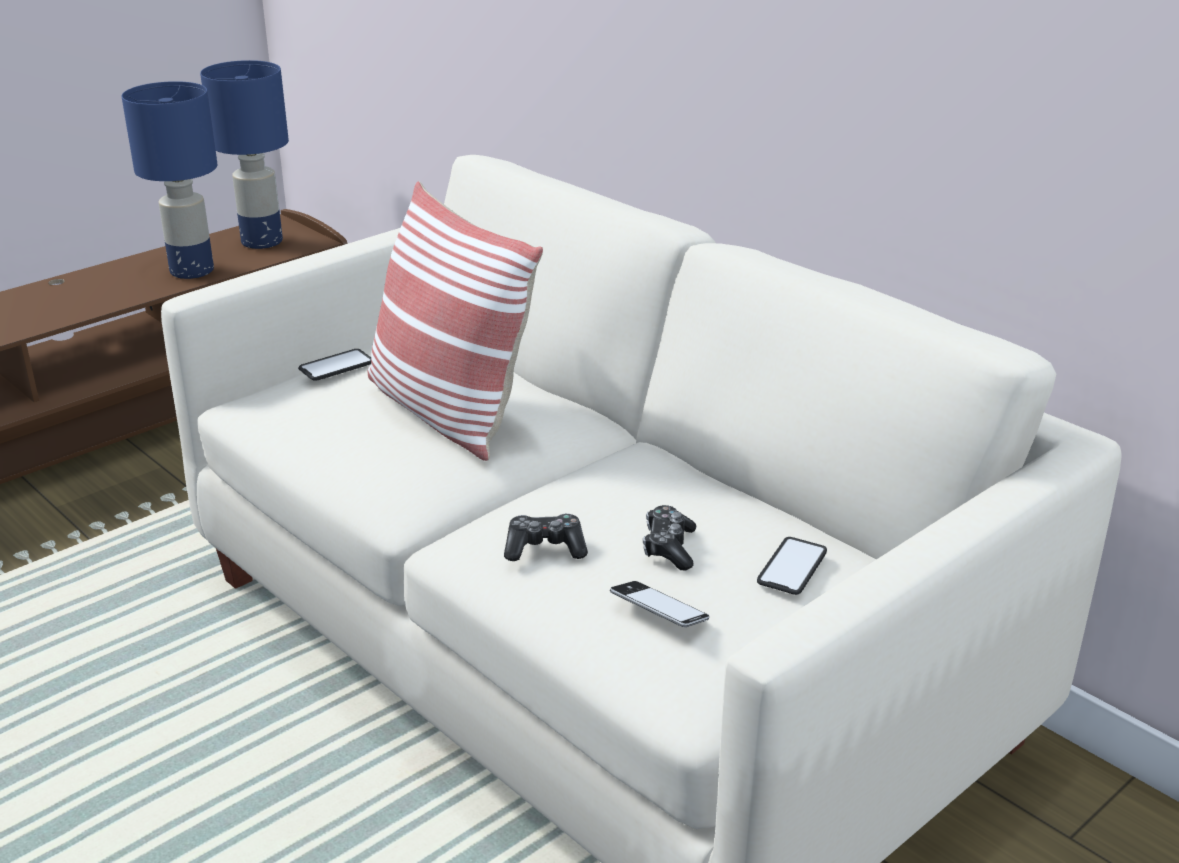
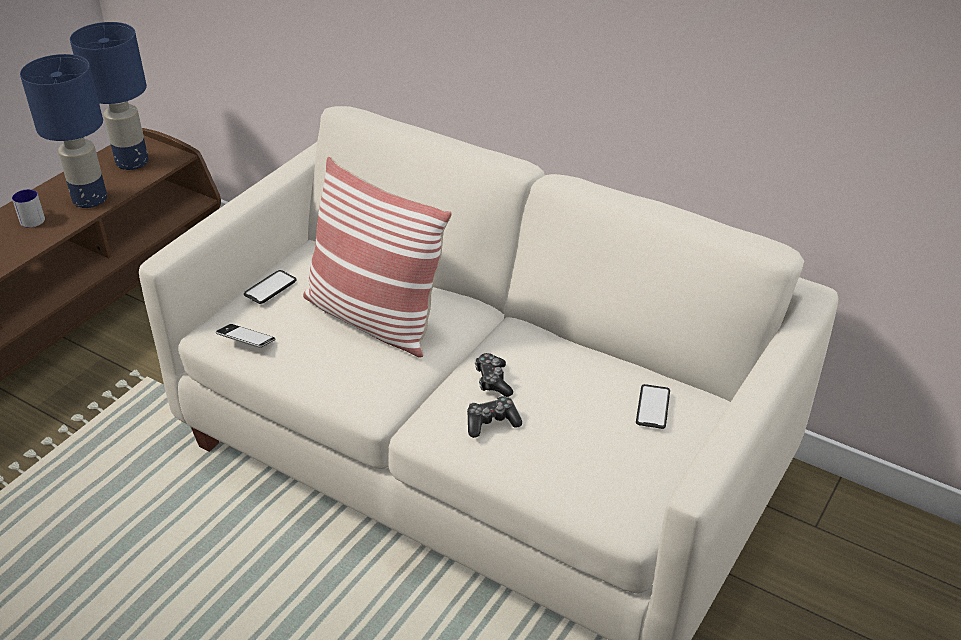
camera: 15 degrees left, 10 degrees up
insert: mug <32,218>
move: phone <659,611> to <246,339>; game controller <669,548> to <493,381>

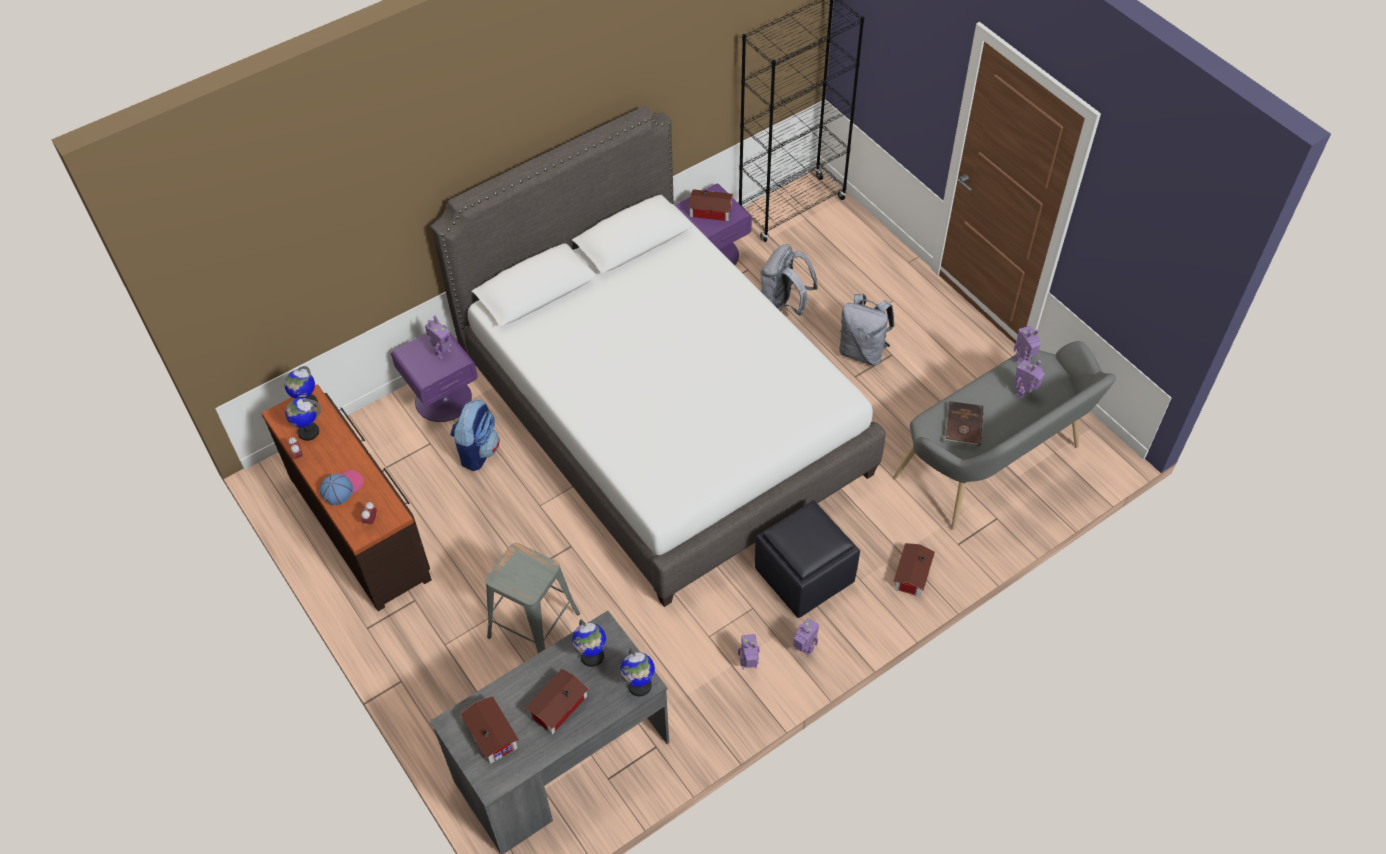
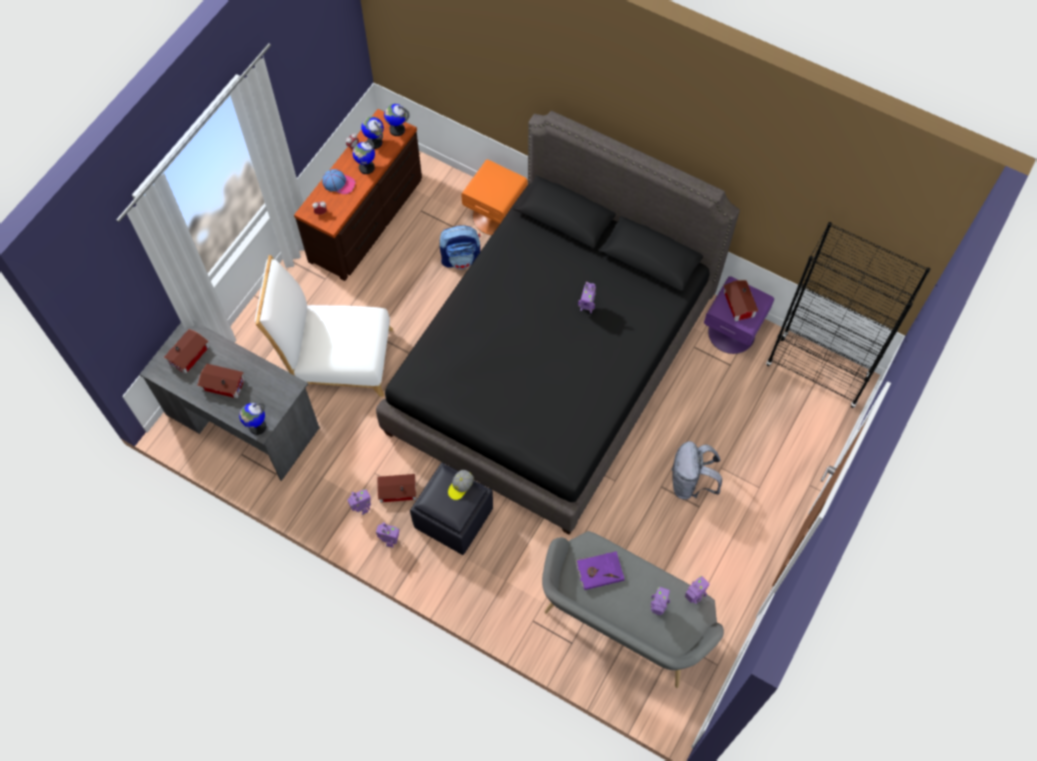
camera: 65 degrees right, 10 degrees up
delete: backpack in grey <783,306>
insert: cap <460,486>
move: toy robot <442,352> to <586,308>; globe <592,656> to <366,167>; toy house <910,575> to <396,490>
replace: stool in grey <533,625> to chair in white <336,358>
recolor: nightstand in purple <443,398> to nightstand in orange <495,216>; bed in white <663,417> to bed in black <551,364>; book in brown <962,425> to book in purple <599,570>

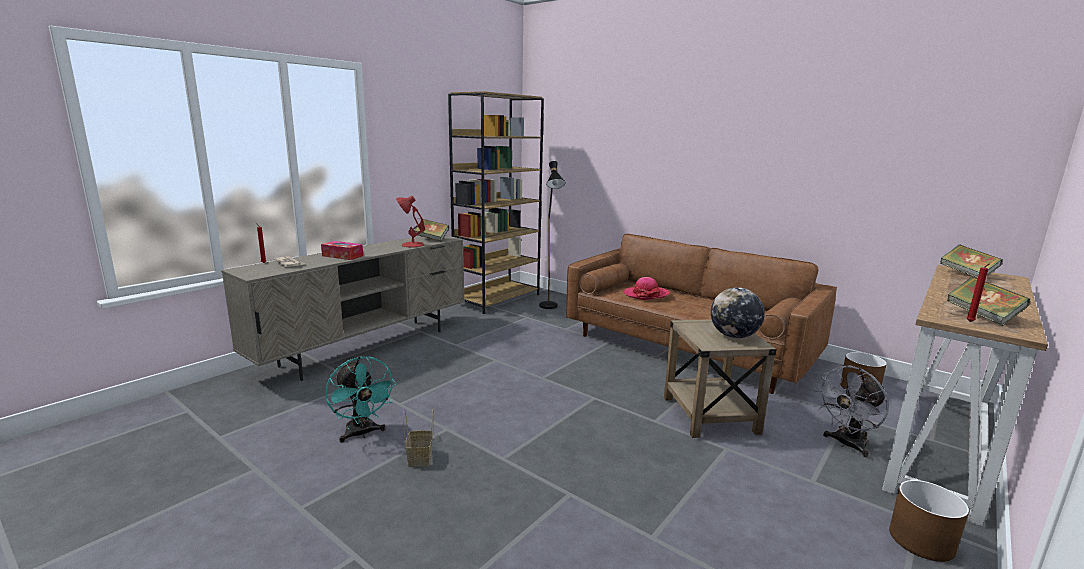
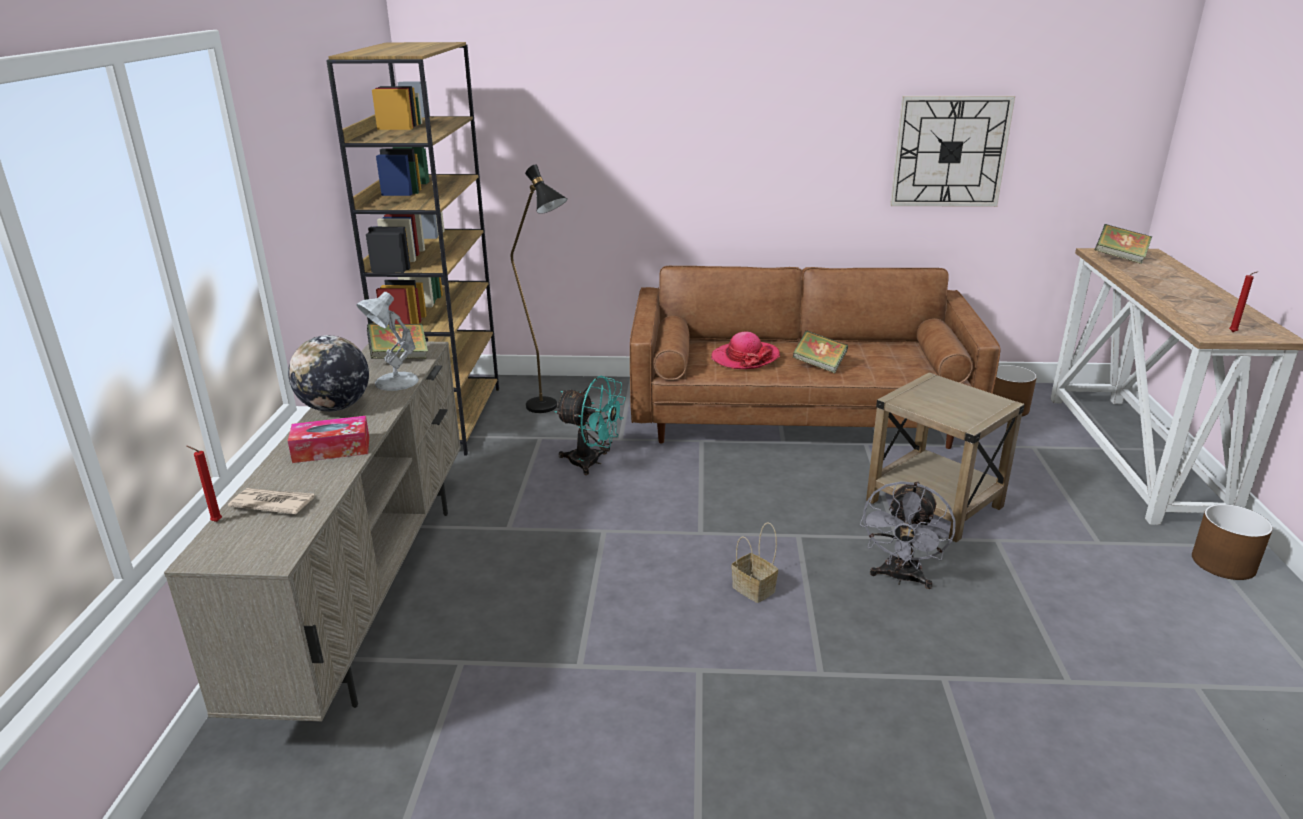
camera: 35 degrees left, 10 degrees up
insert: wall clock <950,151>
move: fan in turquoise <362,434> to <592,462>; basket <420,458> to <755,589>; globe <733,336> to <335,407>; fan in grey <846,444> to <901,578>; book <982,316> to <819,365>
recolor: table lamp in red <411,245> to table lamp in white <394,382>

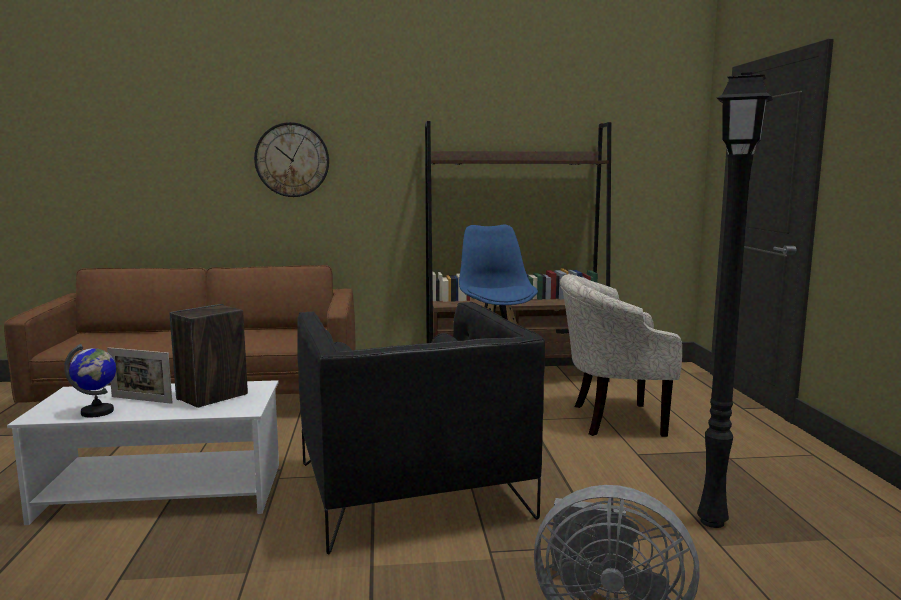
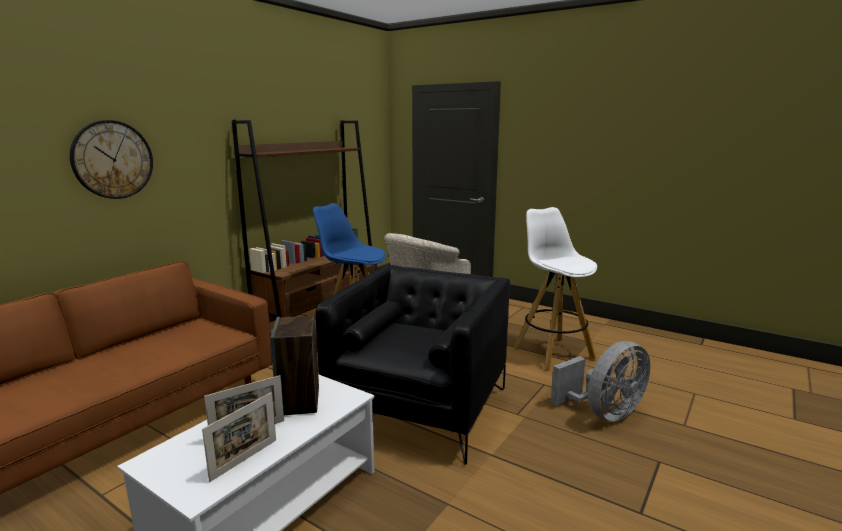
camera: 50 degrees left, 5 degrees up
replace: globe <97,412> to picture frame <244,459>; floor lamp in black <714,521> to stool in white <552,353>
rotate: armchair in black <411,490> = <420,407> 90 degrees counterclockwise

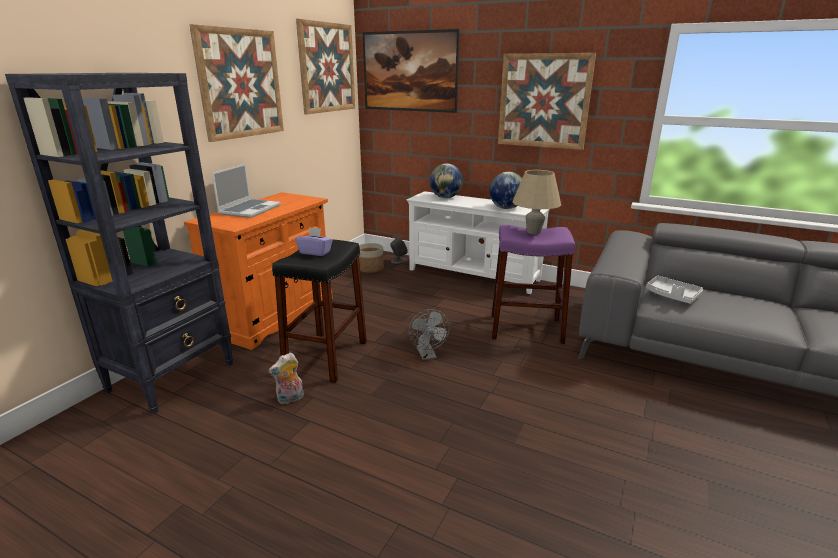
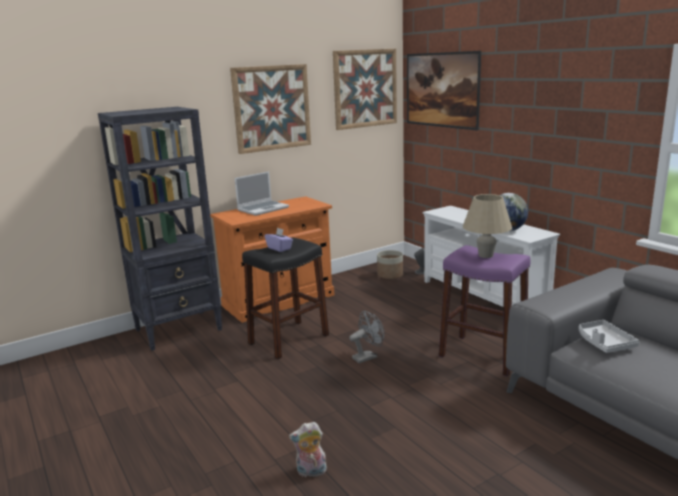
camera: 30 degrees right, 5 degrees down
delete: globe <446,197>; picture <544,101>
move: plush toy <290,399> to <310,472>
rotate: fan in grey <427,355> = <367,356> 135 degrees counterclockwise

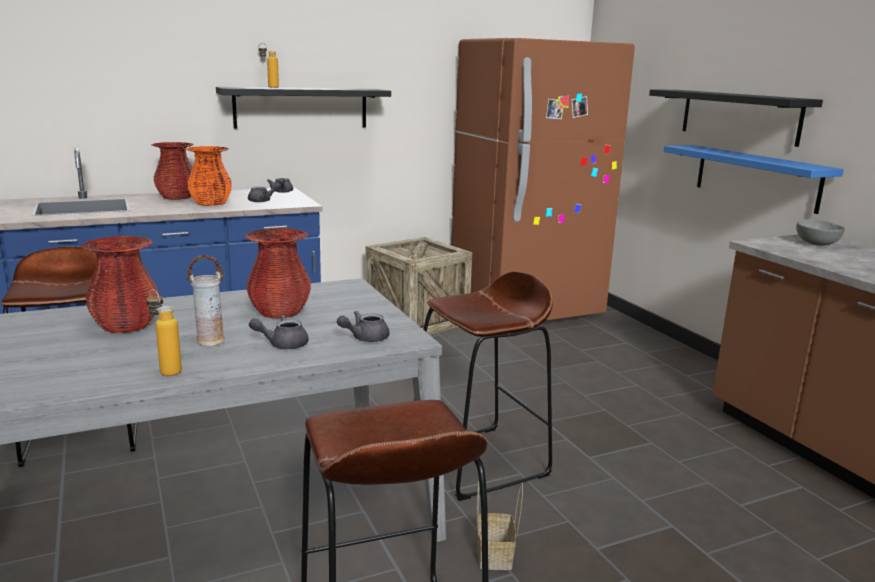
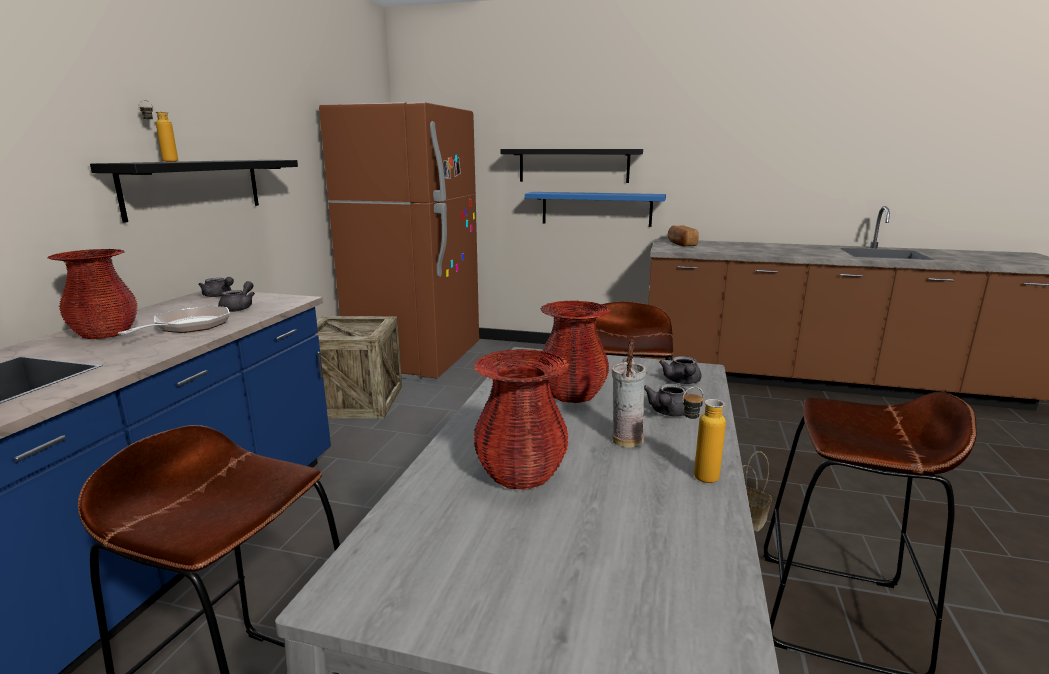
camera: 50 degrees left, 0 degrees up
replace: vase in orange <210,203> to frying pan <188,326>; bowl in grey <817,244> to bread <681,244>

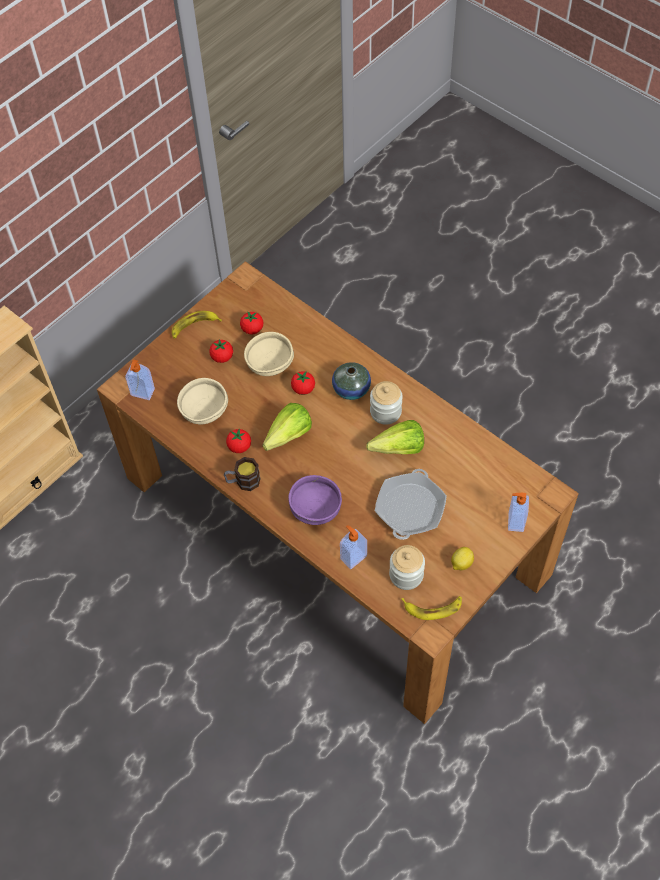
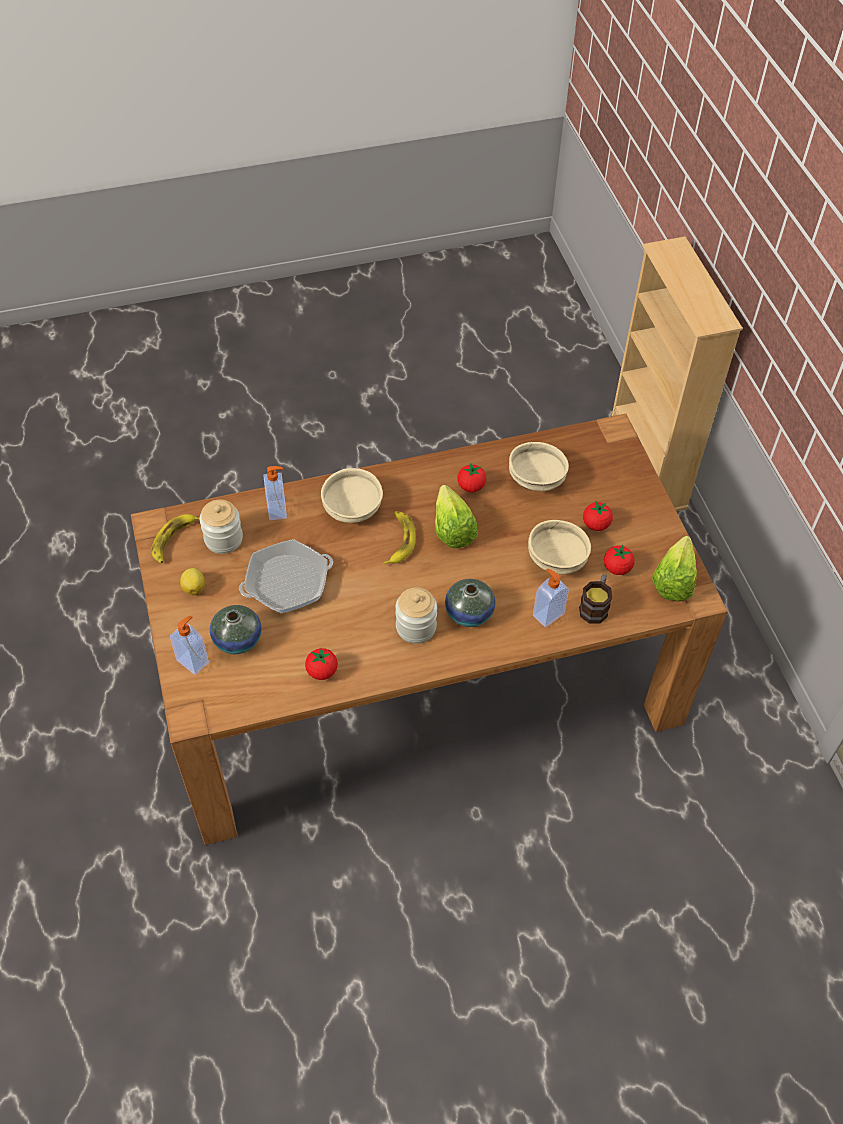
camera: 120 degrees right, 5 degrees down
insert: vase <237,640>
move: soap dispenser <142,393> to <547,614>; banana <194,326> to <399,540>; mug <243,481> to <595,606>; tomato <303,389> to <322,671>; lettuce <394,449> to <676,577>
recolor: bowl in purple <316,508> to bowl in beige <352,510>
rotate: frying pan <410,508> = <287,582> 75 degrees counterclockwise

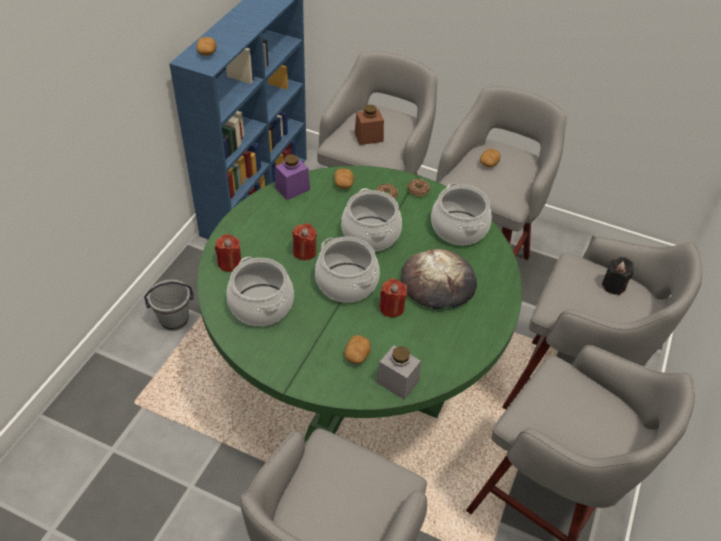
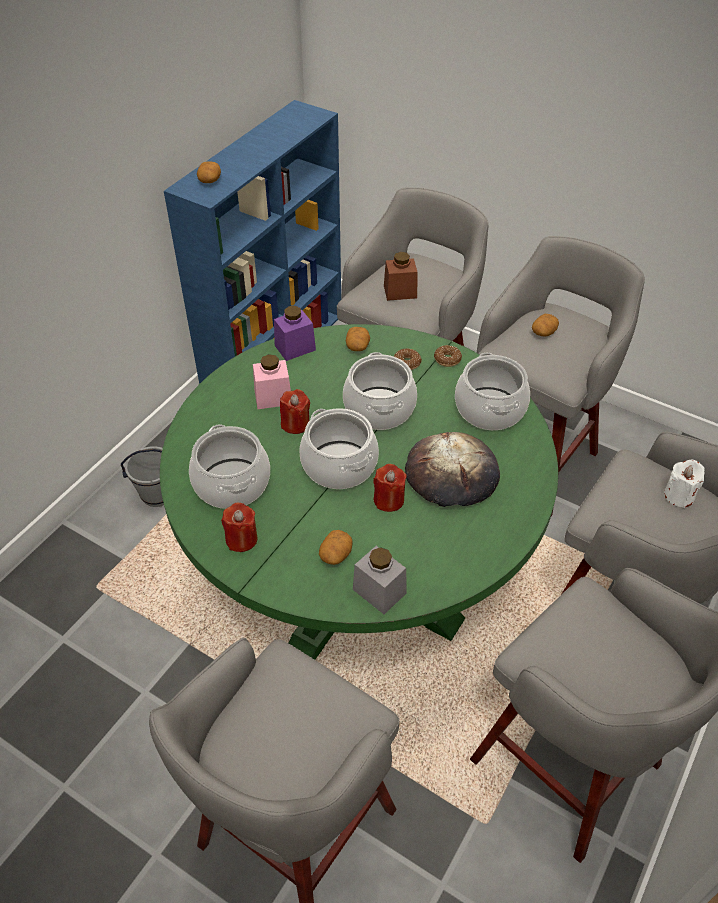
camera: 10 degrees right, 0 degrees up
insert: jar in pink <273,397>
move: candle in red <229,263> to <241,539>
recolor: candle in black <613,286> to candle in white <679,495>

